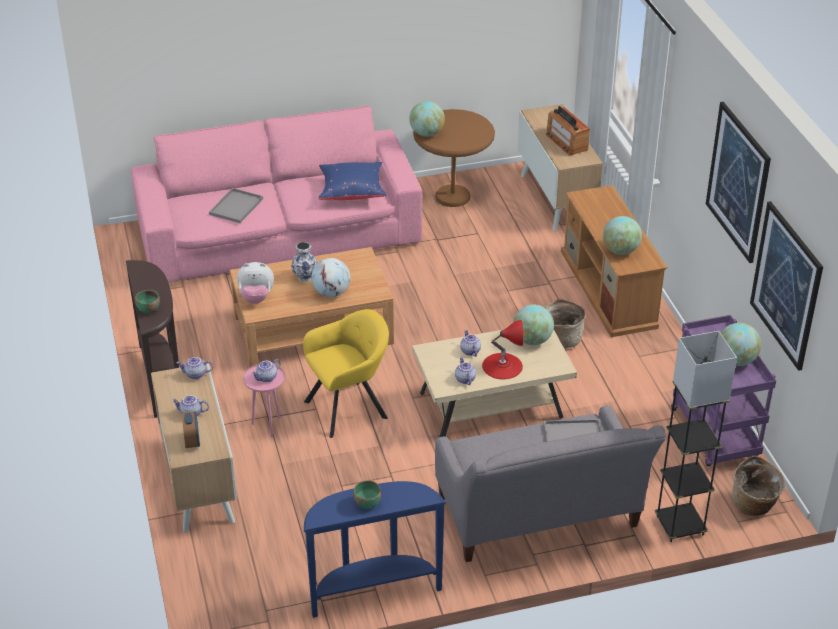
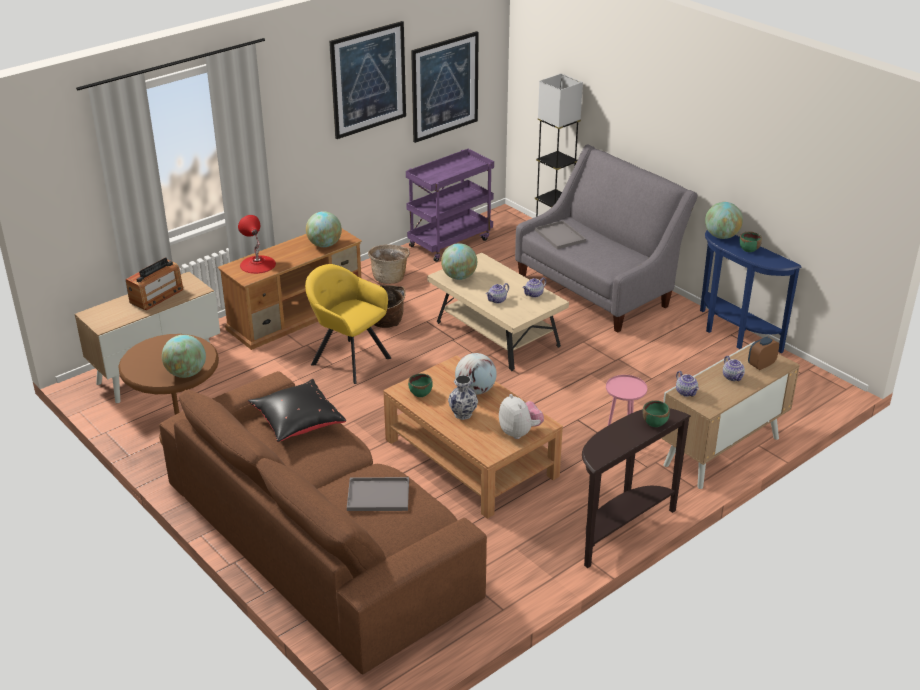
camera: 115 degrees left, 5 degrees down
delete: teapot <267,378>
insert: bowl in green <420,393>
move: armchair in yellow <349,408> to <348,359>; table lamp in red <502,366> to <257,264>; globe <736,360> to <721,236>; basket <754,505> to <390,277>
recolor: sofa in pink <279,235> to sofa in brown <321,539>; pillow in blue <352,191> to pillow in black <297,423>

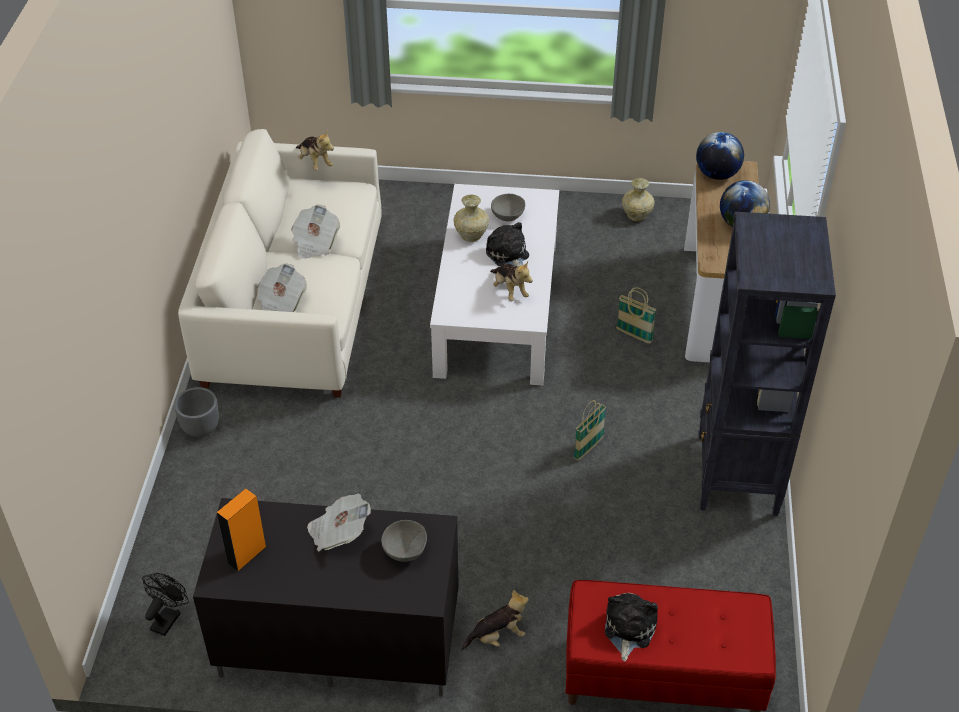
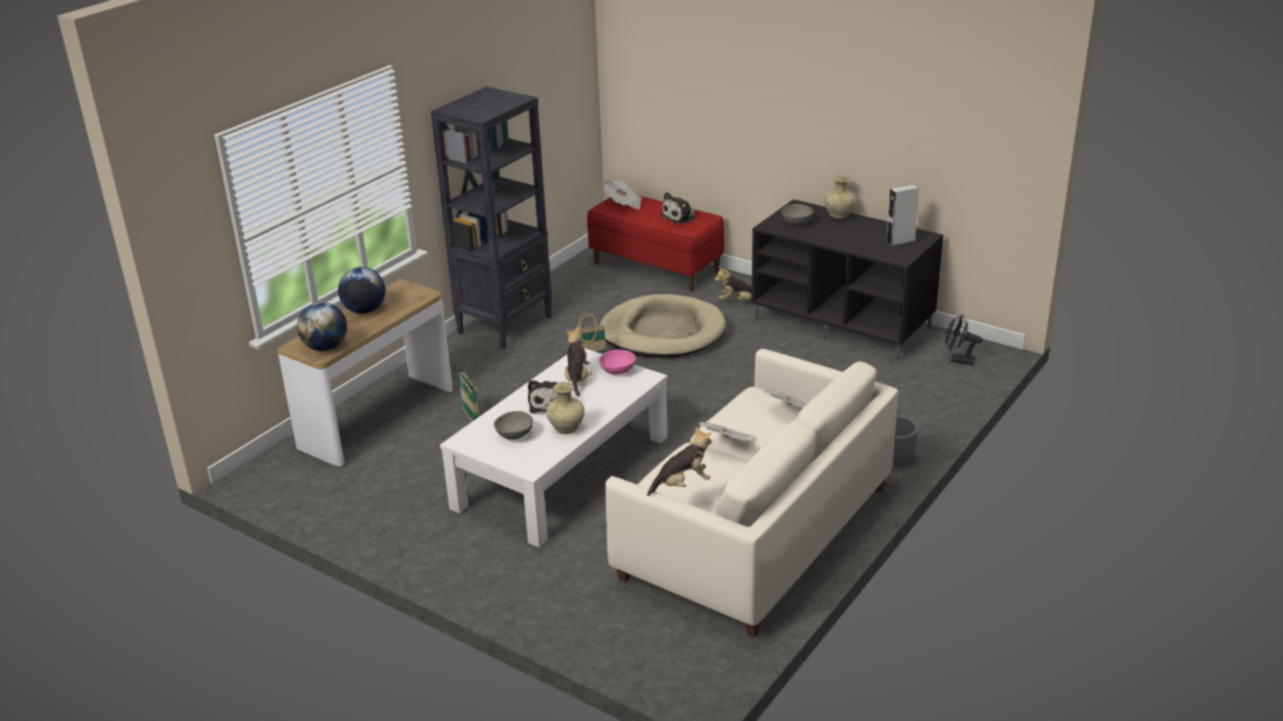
camera: 150 degrees left, 15 degrees down
insert: bowl in pink <618,371>; dog bed in beige <662,333>
move: newspaper <339,532> to <624,204>; vase in beige <636,215> to <838,216>
recolor: speaker in orange <247,555> to speaker in grey <900,241>
rotate: fan in black <168,617> = <958,360> 60 degrees clockwise; plush toy <315,162> = <682,484> 75 degrees clockwise

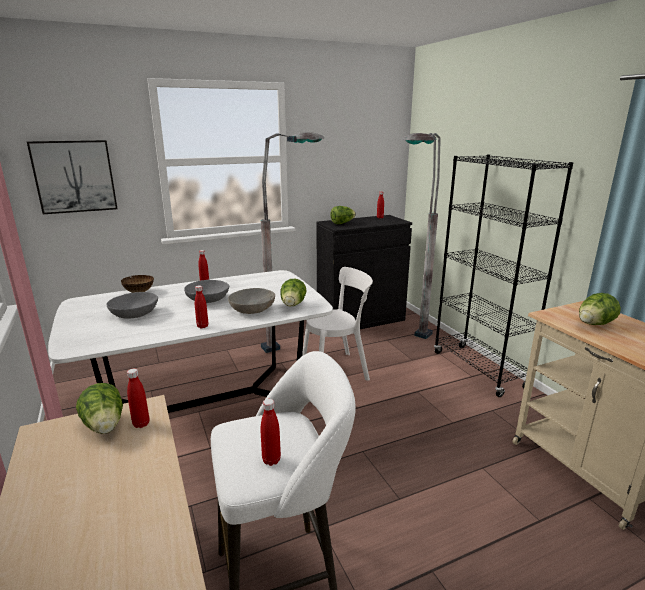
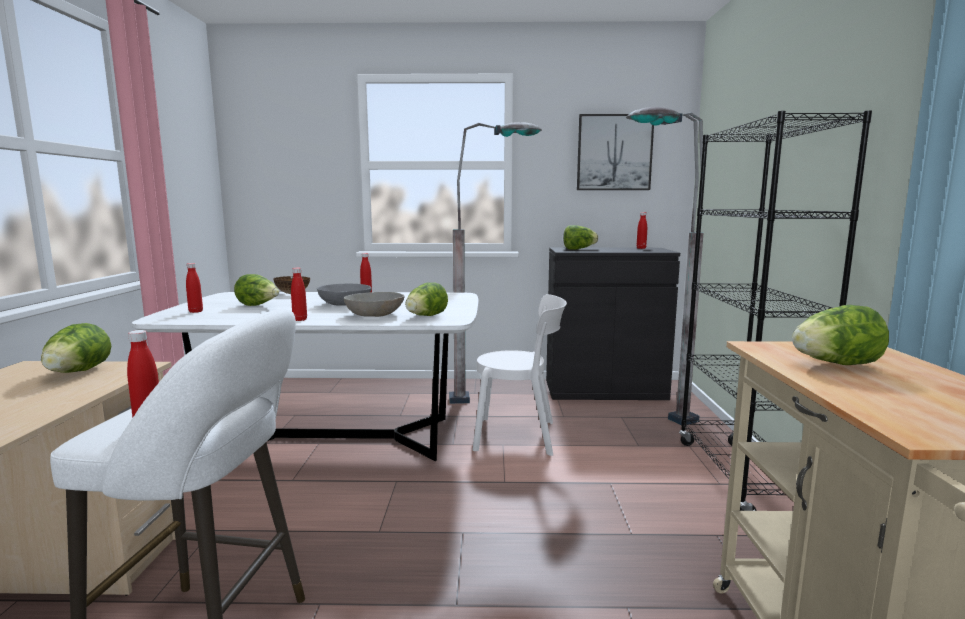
camera: 25 degrees right, 10 degrees down
move: picture <74,176> to <614,152>; bottle in red <141,424> to <196,311>
replace: bowl in grey <135,314> to lettuce <258,306>

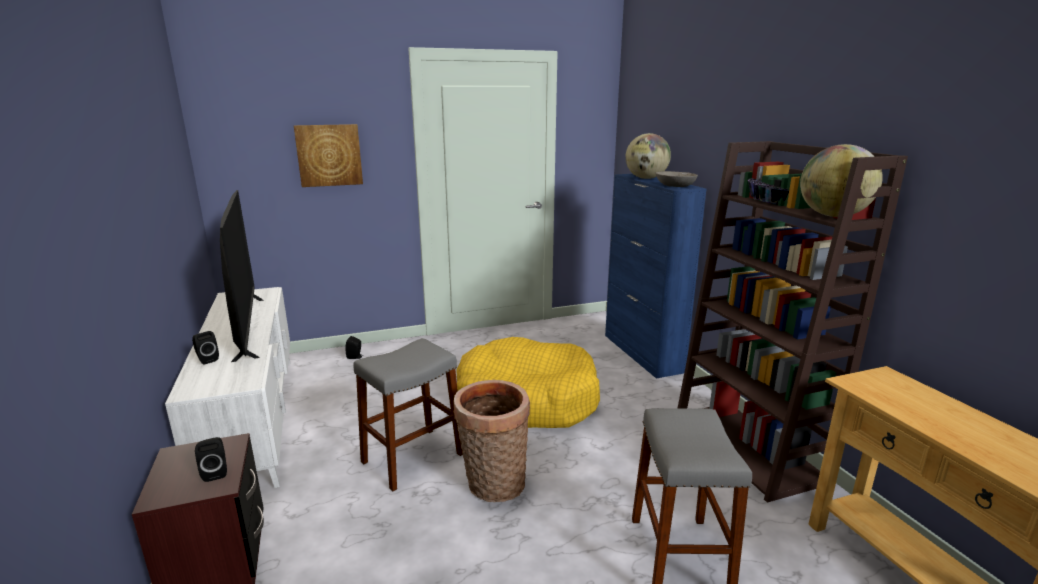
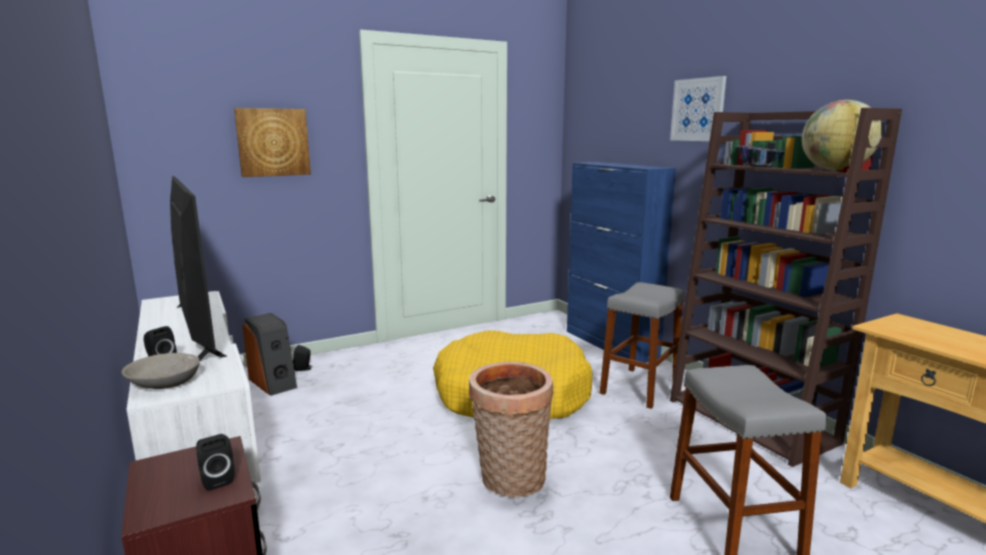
camera: 10 degrees left, 5 degrees down
delete: globe <646,178>
insert: speaker <273,382>; picture <698,110>
move: stool in grey <412,458> to <640,387>; bowl in grey <675,185> to <164,383>

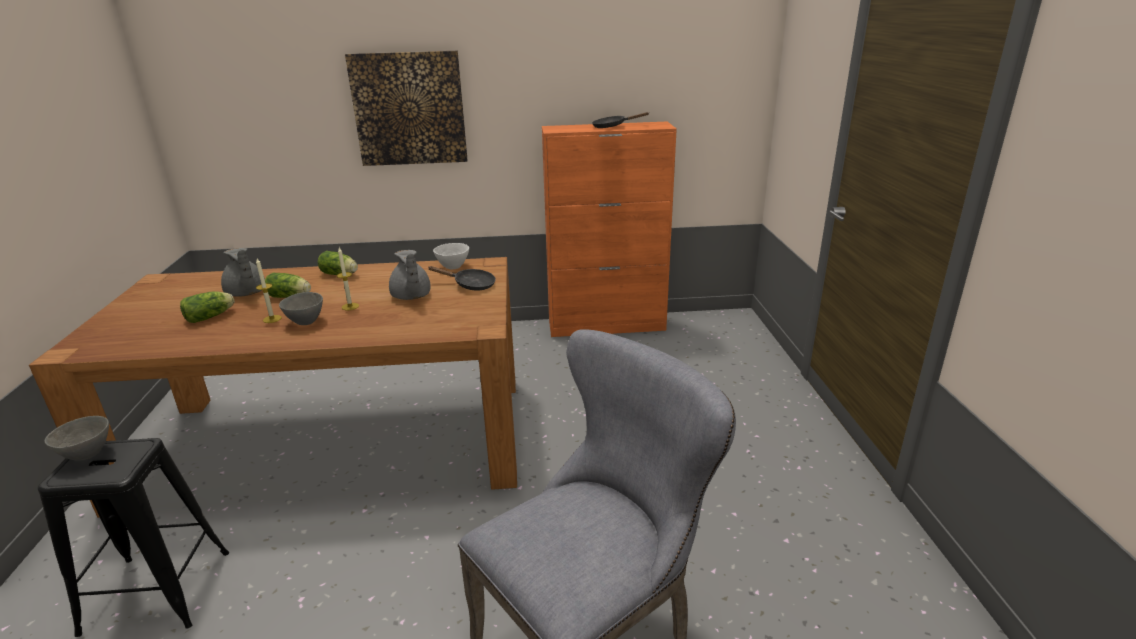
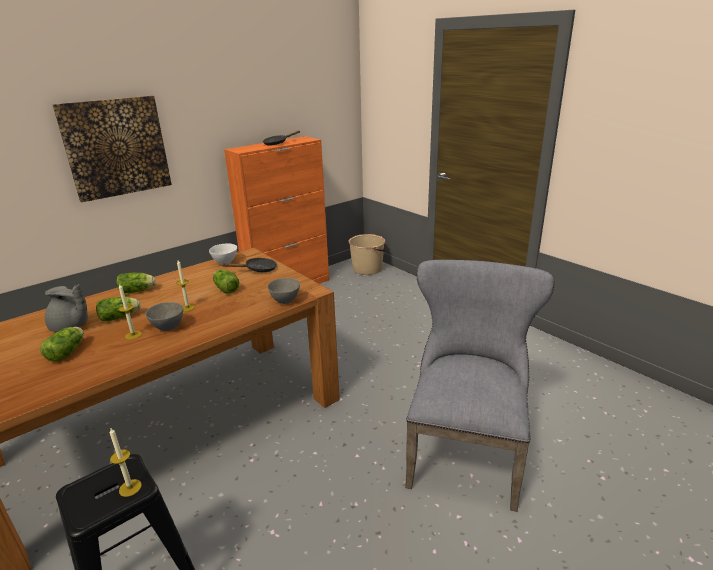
camera: 35 degrees left, 0 degrees up
insert: candle <130,488>; bucket in beige <367,269>
move: bowl in grey <87,455> to <285,301>
replace: teapot in grey <411,297> to lettuce <225,288>

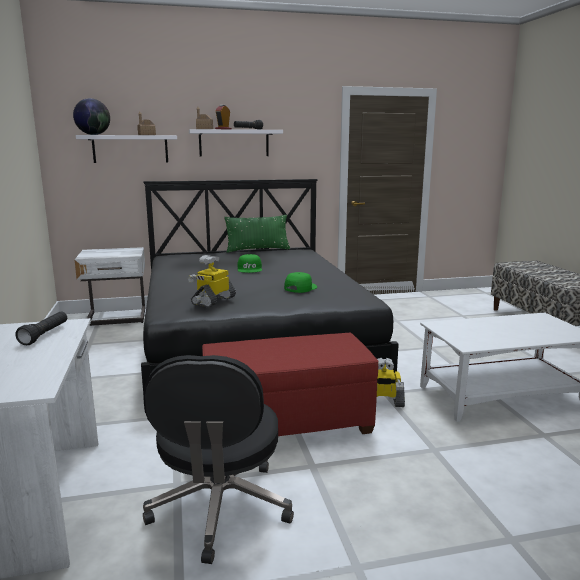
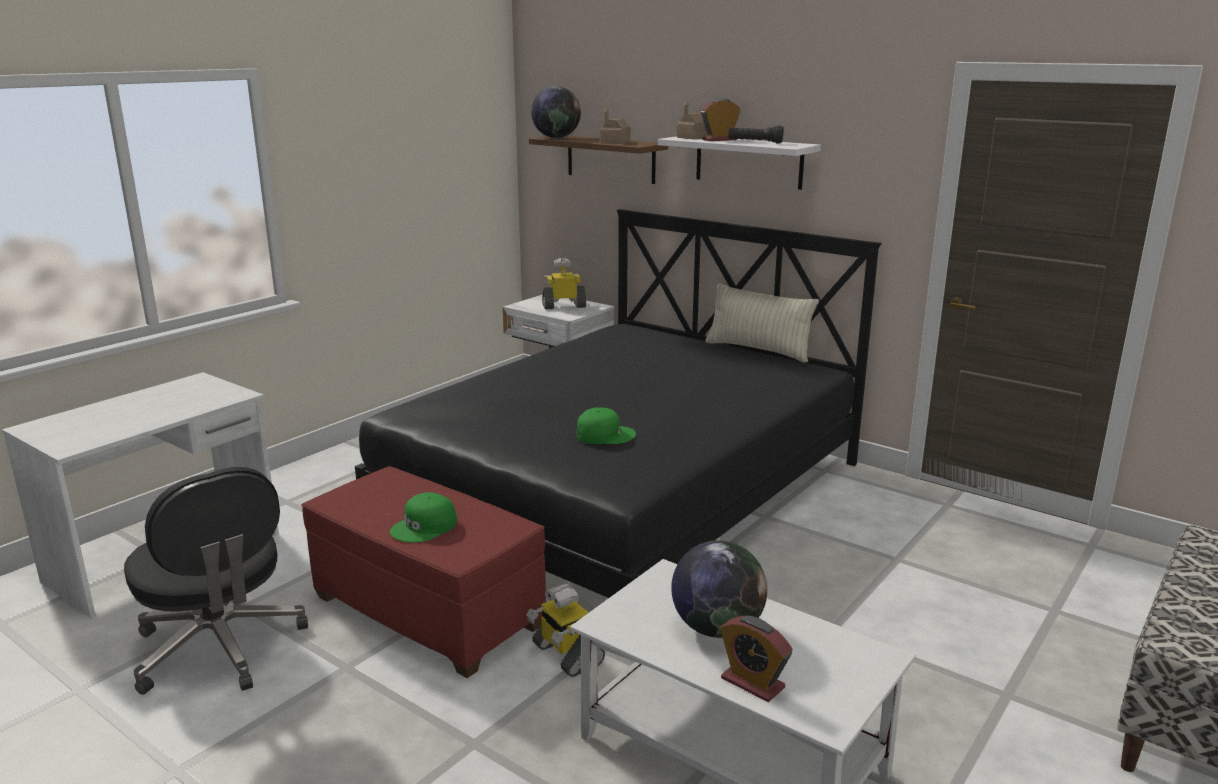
camera: 50 degrees right, 5 degrees up
delete: flashlight in black <45,335>
insert: globe <717,628>; alarm clock <752,683>
move: toy robot <213,301> to <564,306>; cap in green <250,269> to <425,527>
recolor: shelf in white <130,149> to shelf in brown <610,159>; pillow in green <257,250> to pillow in beige <758,350>
rotate: office chair in black <220,509> = <220,648> 90 degrees counterclockwise

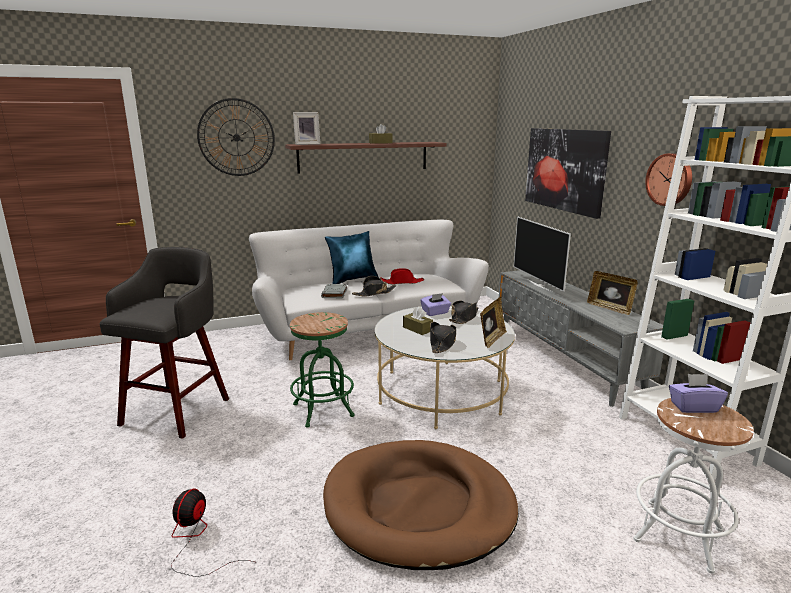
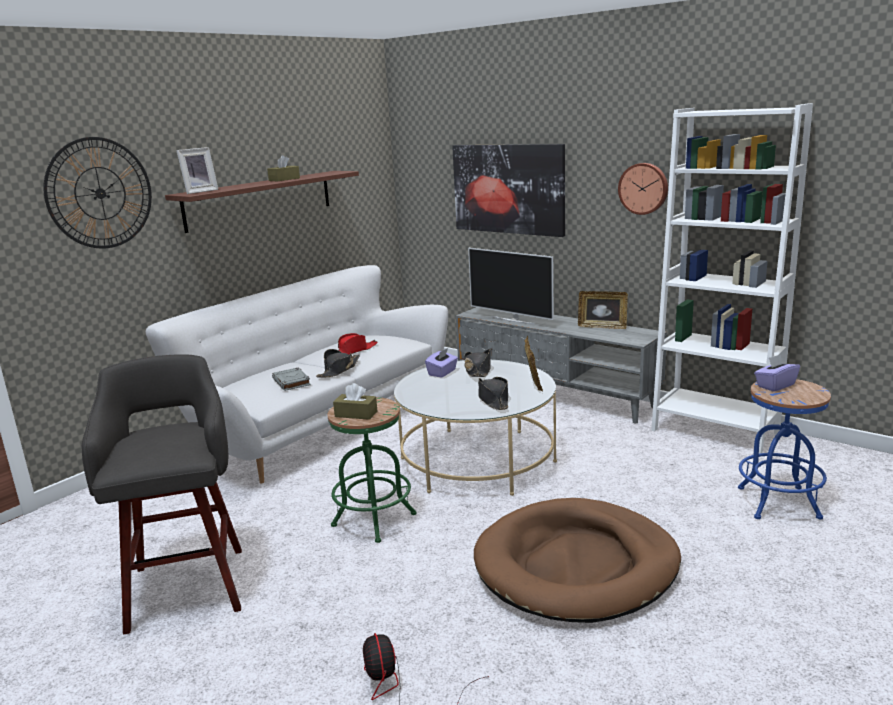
camera: 30 degrees left, 0 degrees up
delete: pillow in blue <352,280>
move: tissue box in brown <417,329> to <356,414>
recolor: stool in white <678,535> to stool in blue <778,503>

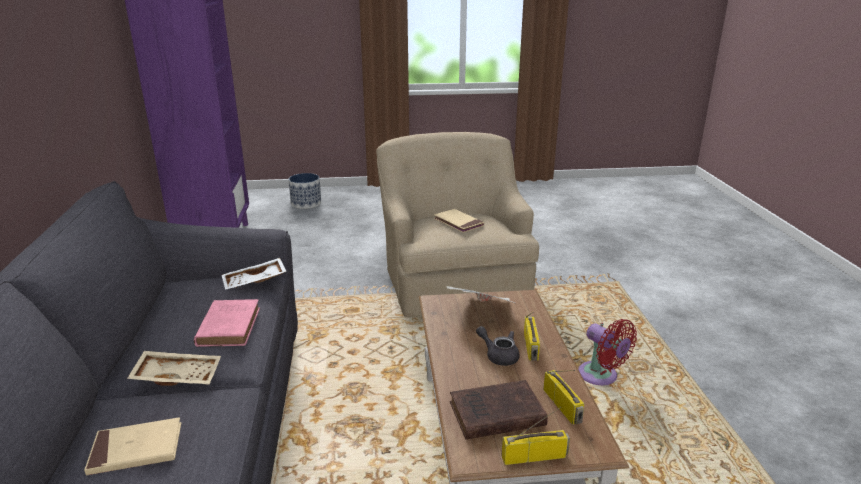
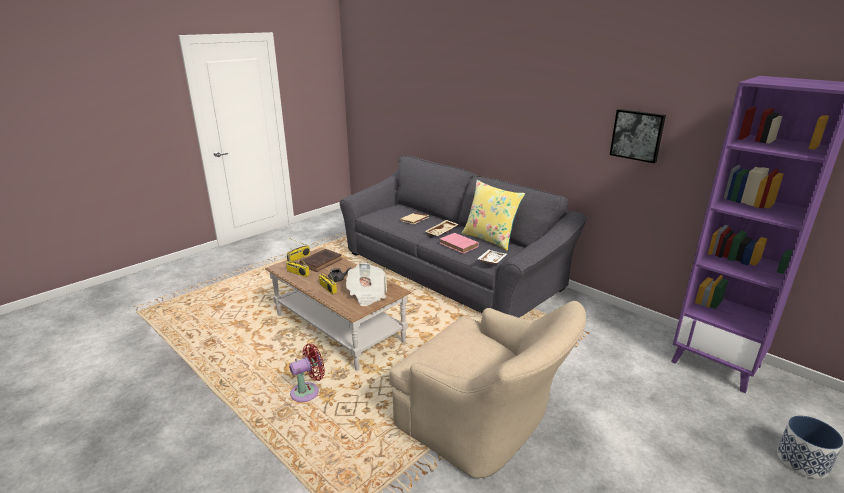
camera: 140 degrees right, 0 degrees up
delete: book in beige <458,223>
insert: pillow in yellow <490,239>; picture <637,135>
rotate: fan in red <601,376> = <308,391> 135 degrees clockwise

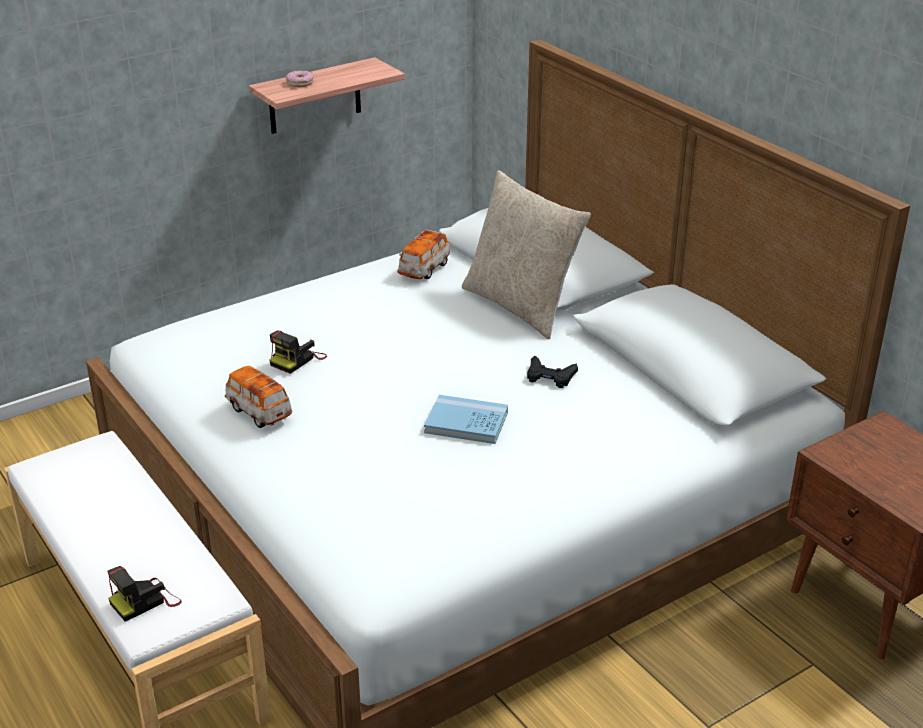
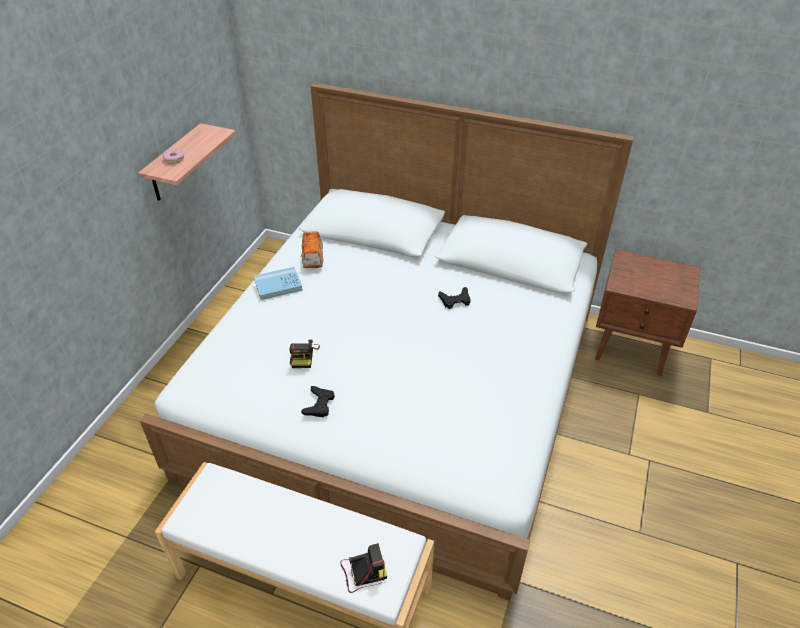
camera: 35 degrees left, 10 degrees up
delete: pillow in beige <521,306>
move: book in blue <466,422> to <278,285>
replace: toy car <259,412> to game controller in black <319,404>
rotate: photo camera <145,601> = <363,573> 120 degrees counterclockwise

